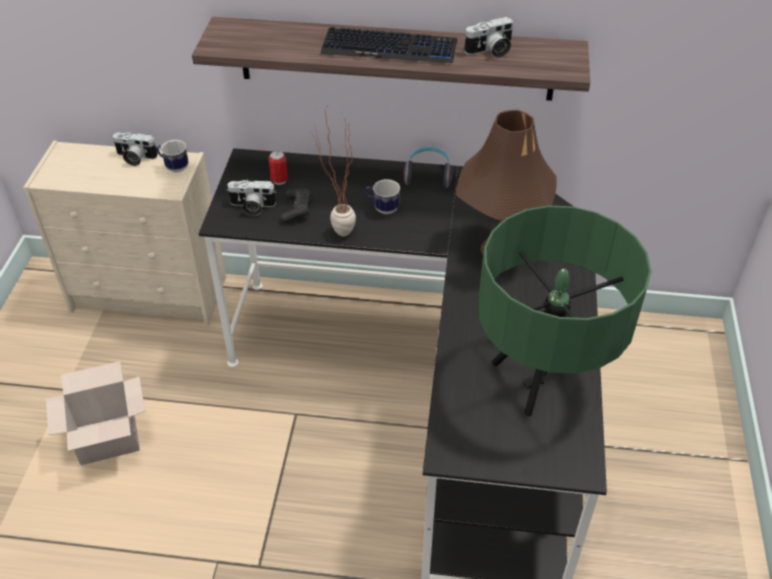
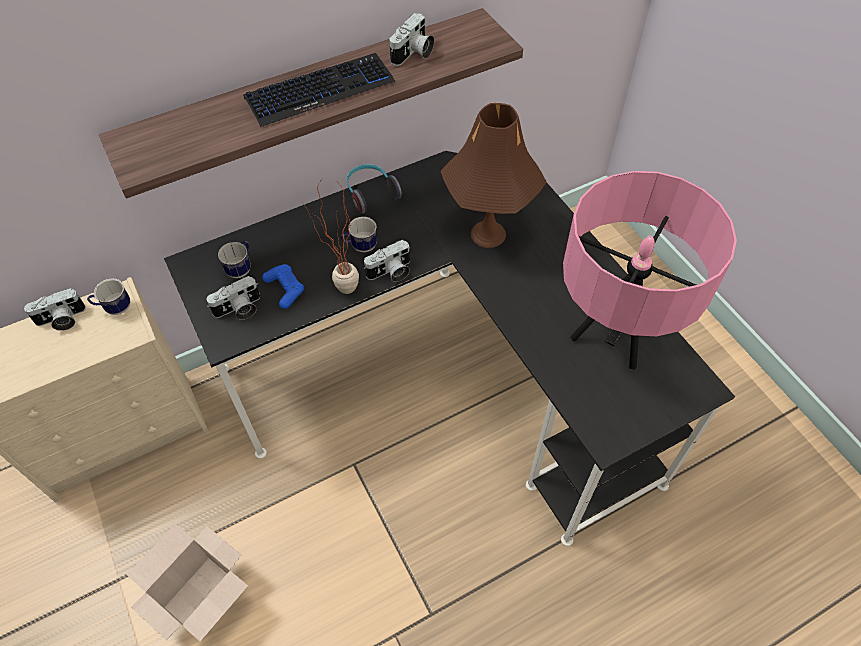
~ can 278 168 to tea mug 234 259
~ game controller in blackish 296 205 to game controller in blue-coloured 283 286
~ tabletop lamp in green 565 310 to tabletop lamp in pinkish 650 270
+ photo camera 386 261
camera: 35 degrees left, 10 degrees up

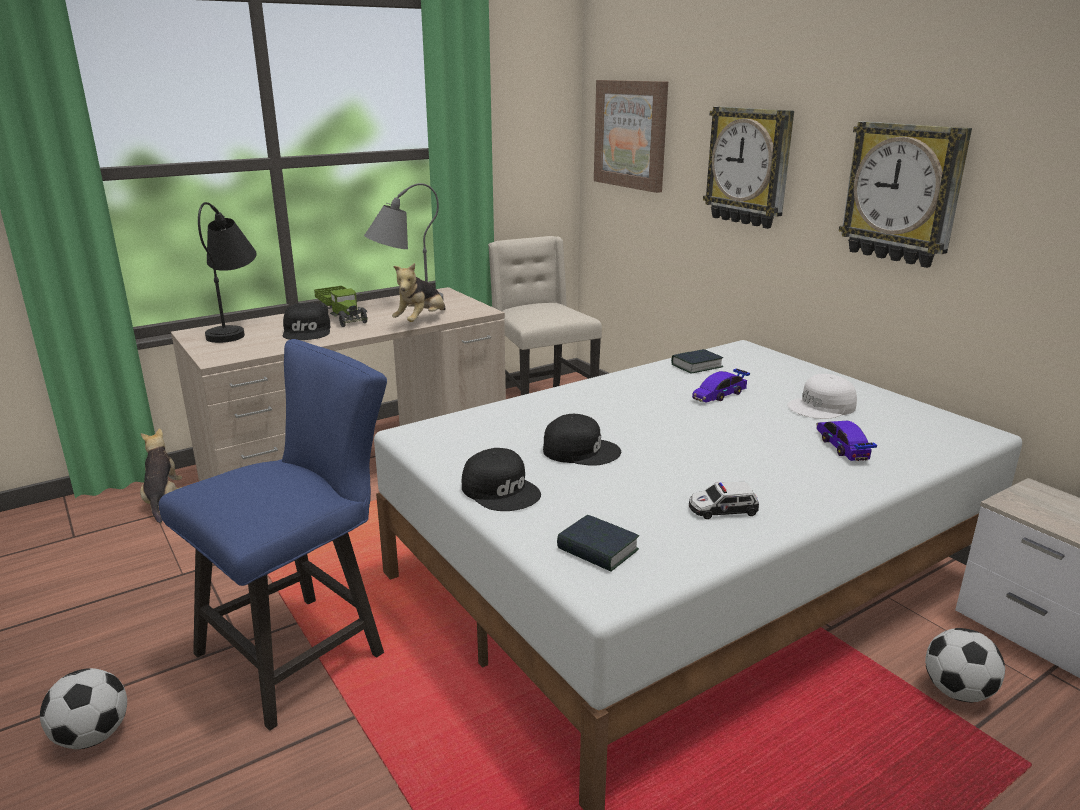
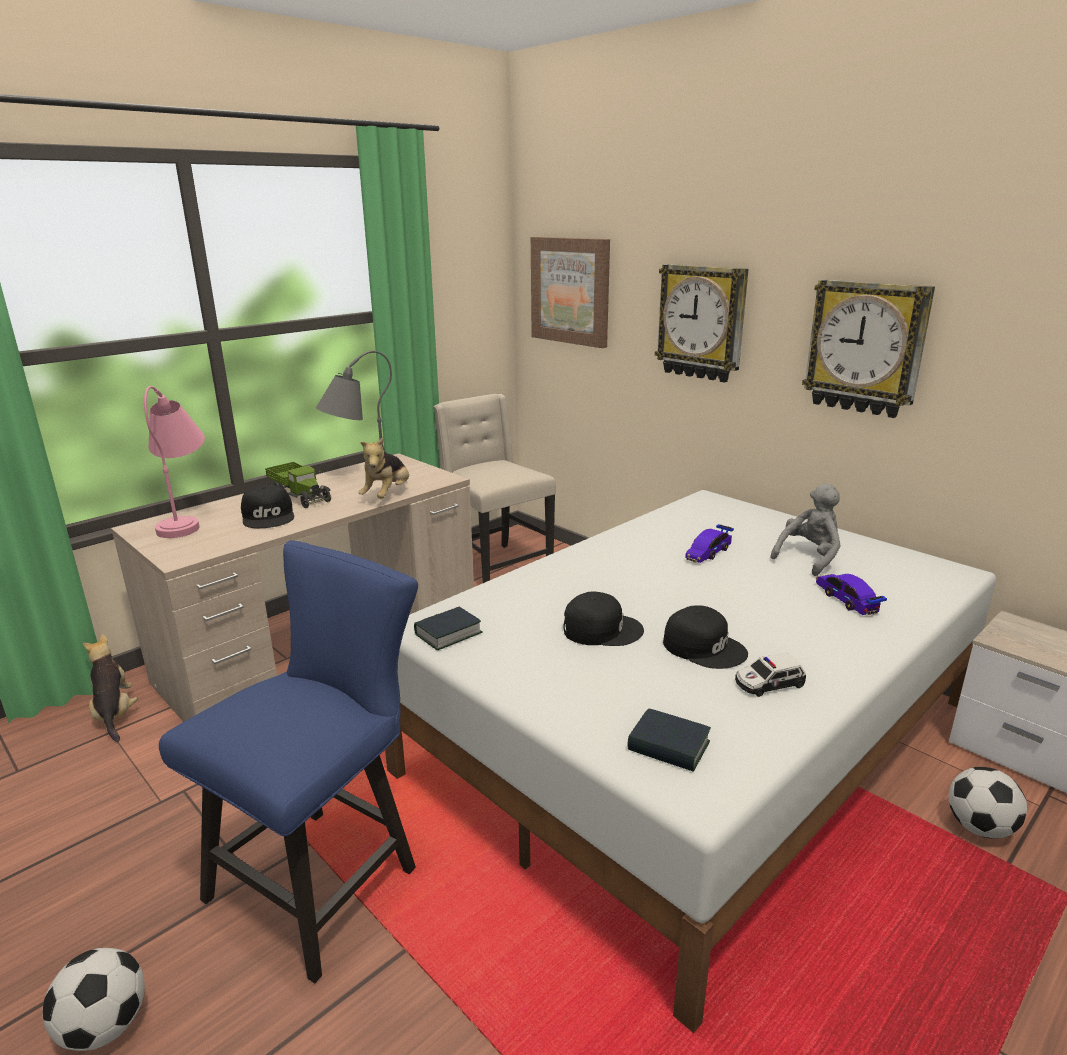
~ tabletop lamp in blackish 227 272 to tabletop lamp in pinkish 174 462
~ volume 697 361 to 448 628
~ baseball cap in white-coloured 822 396 to soft toy in grey 805 529
~ baseball cap in blackish 501 479 to 705 637
camera: 10 degrees left, 0 degrees up

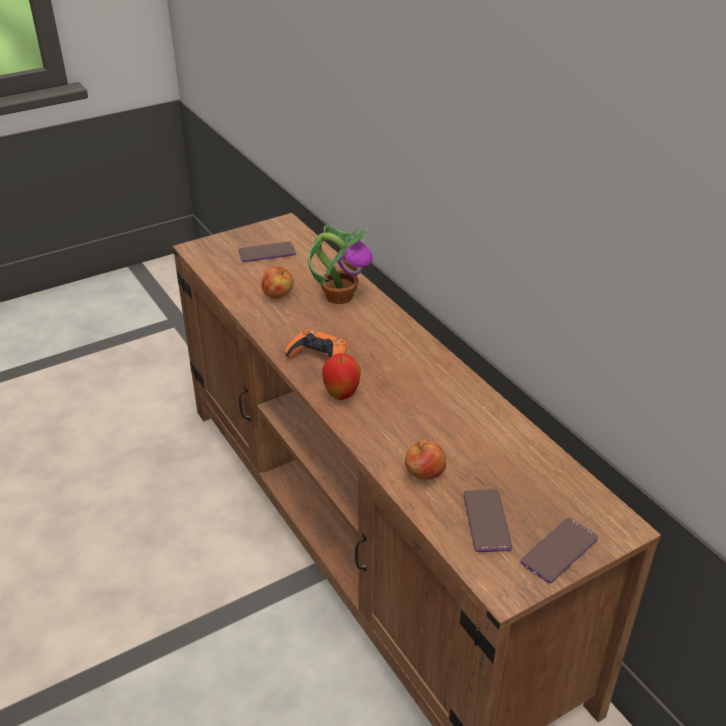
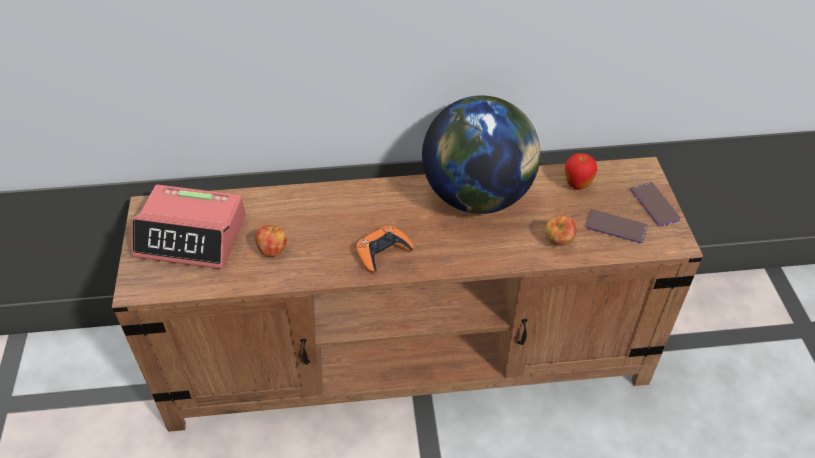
- houseplant 340 264
~ phone 267 252 to bedside clock 188 227
~ apple 341 376 to 581 171
+ globe 481 154
camera: 65 degrees left, 10 degrees up

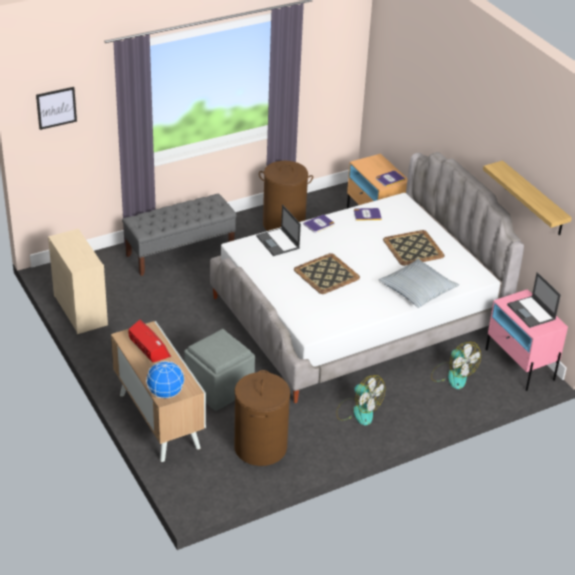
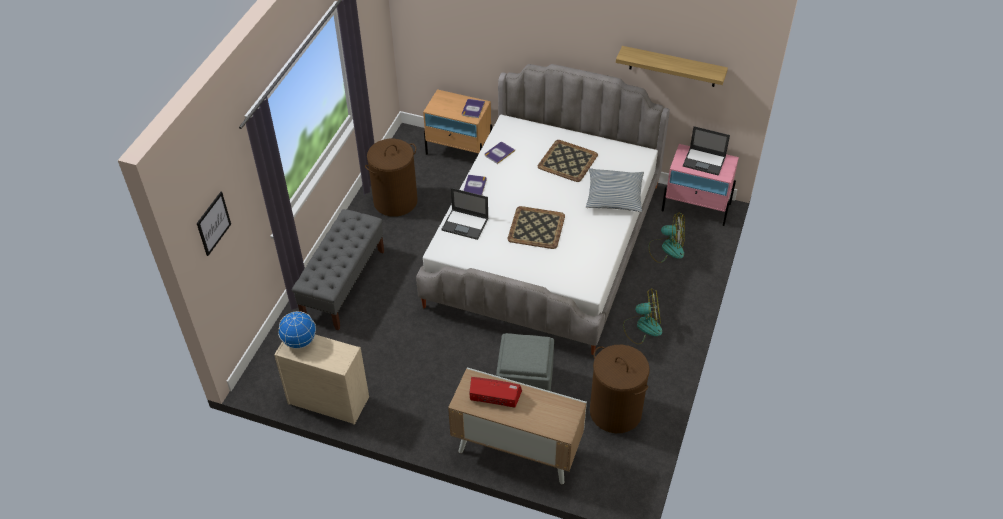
~ globe 165 380 to 297 330
camera: 40 degrees left, 10 degrees up

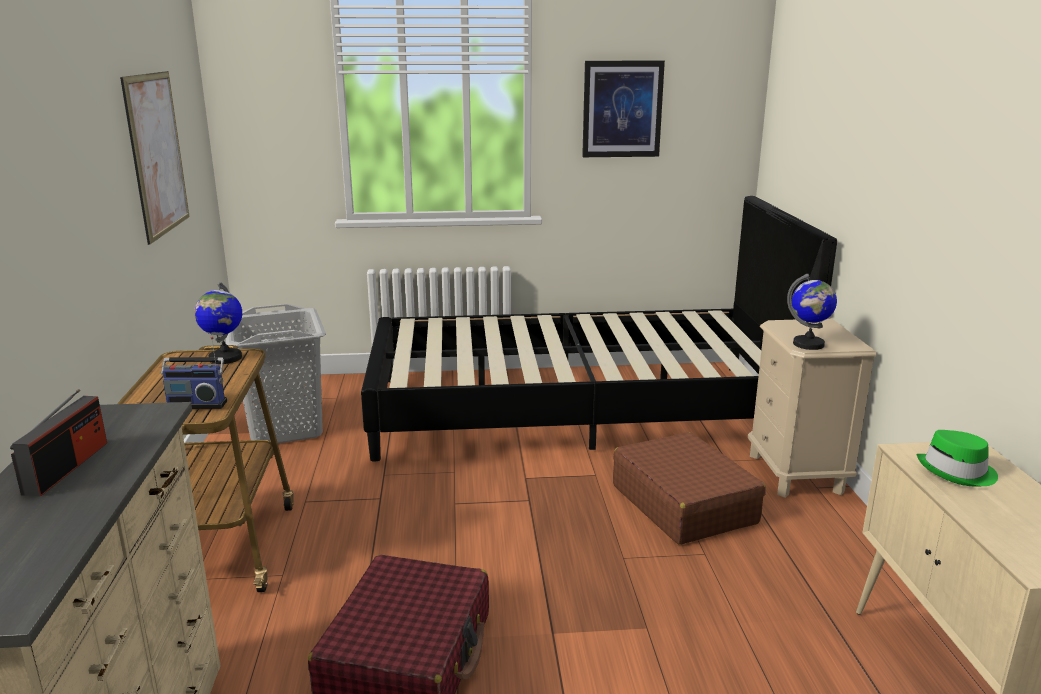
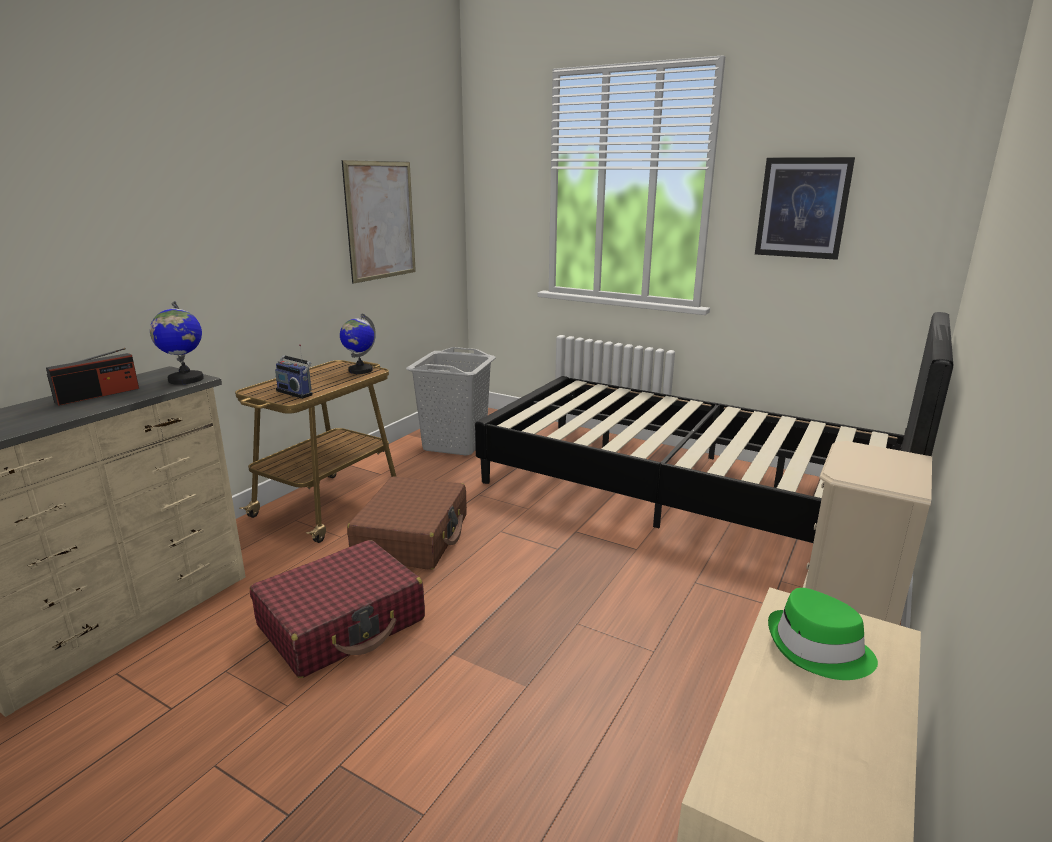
~ globe 812 312 to 177 343
~ travel case in brown 689 488 to 407 523
camera: 35 degrees right, 0 degrees up

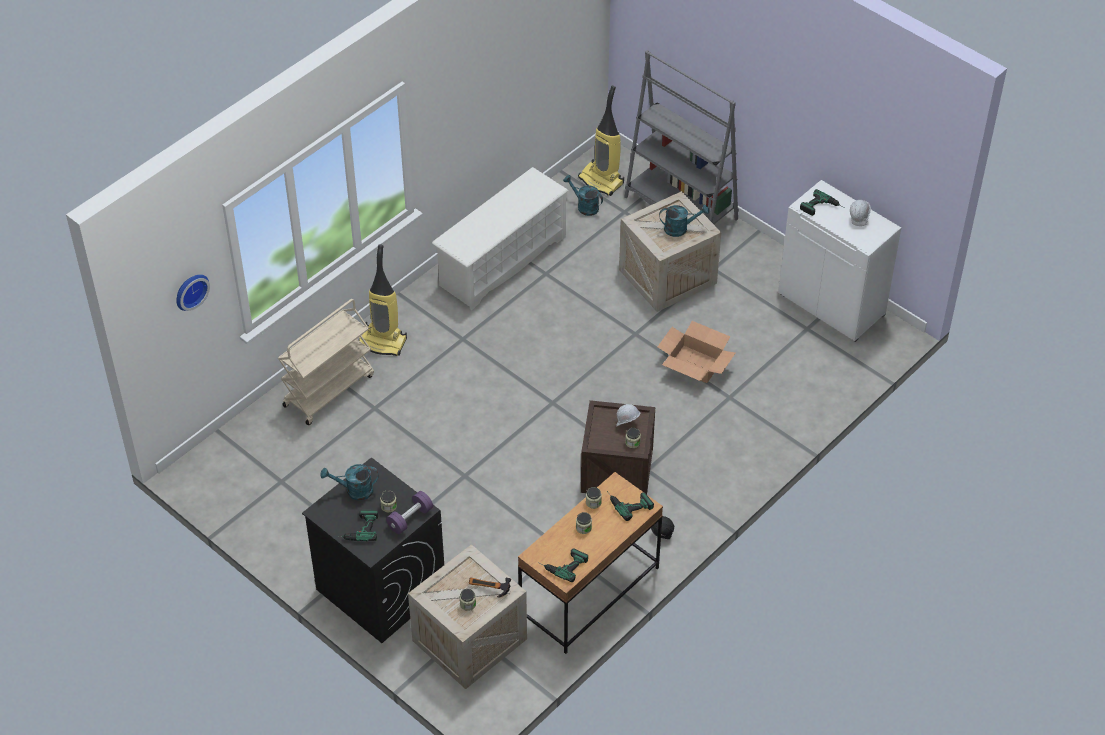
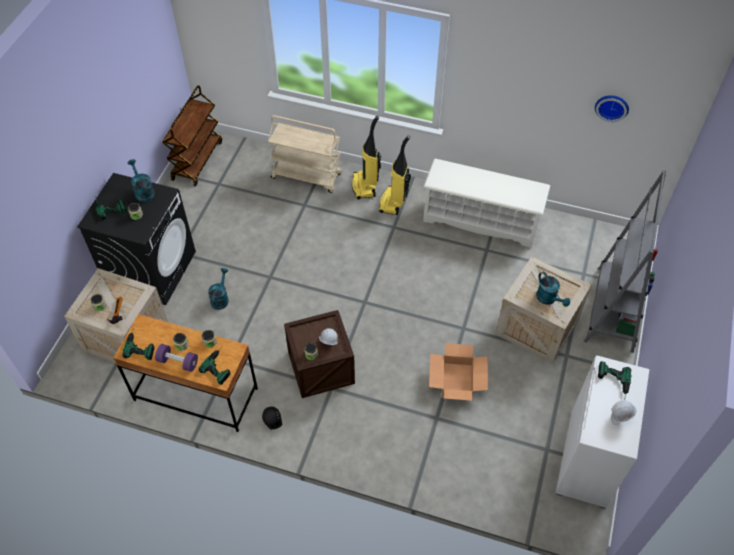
~ hoover 601 140 to 395 175
~ sprinkling can in turquoise 583 195 to 218 289
~ clock on the wall 193 293 to 612 108
~ dumbbell in purple 409 512 to 176 358
+ trolley in brown 192 136
camera: 65 degrees right, 5 degrees up

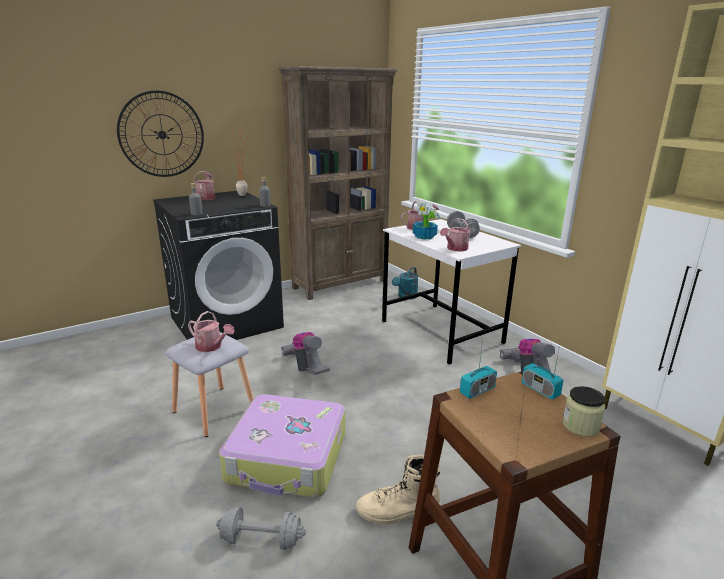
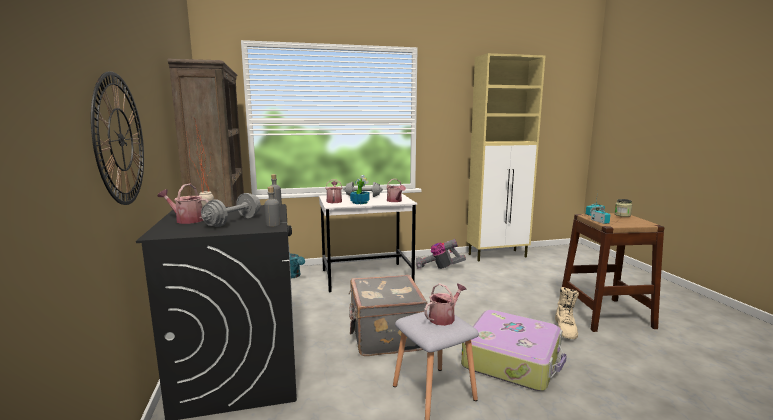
~ hoover 305 353 to travel case in grey 388 315
~ dumbbell in grey 261 528 to 231 210
camera: 70 degrees left, 10 degrees down

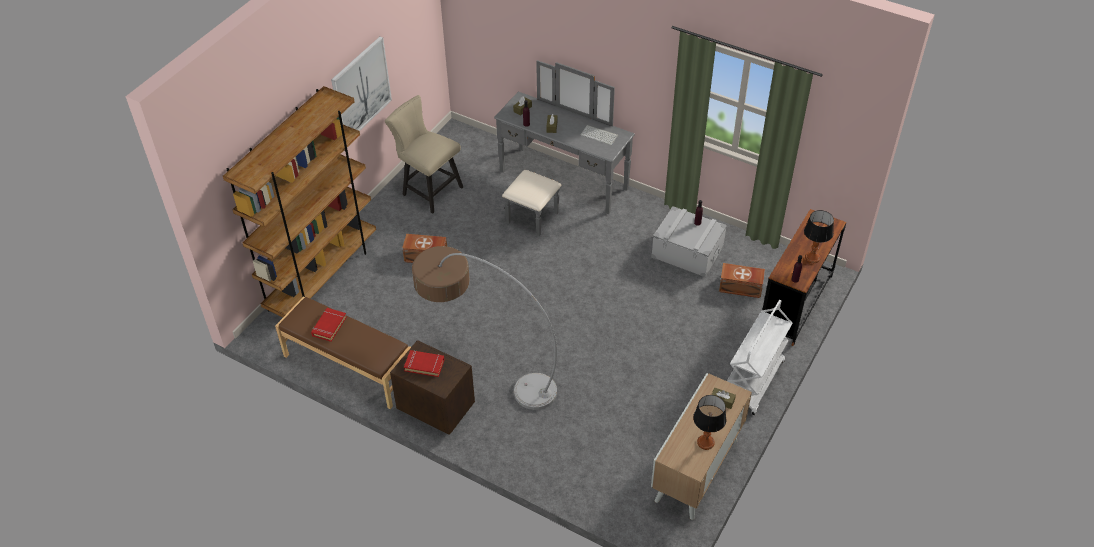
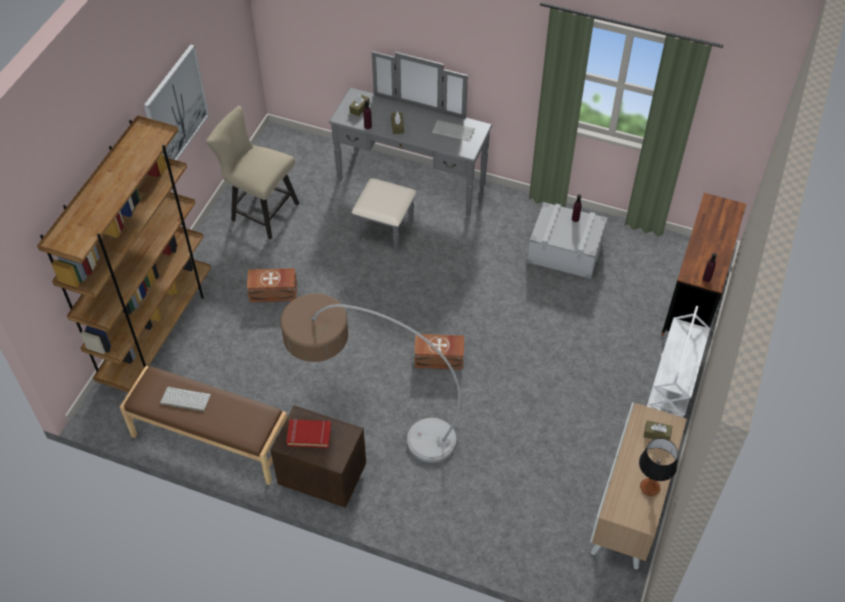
- tabletop lamp 819 236
~ storage container in brown 742 280 to 439 352
~ volume in reddish 329 325 to keyboard 185 399
camera: 10 degrees left, 5 degrees up

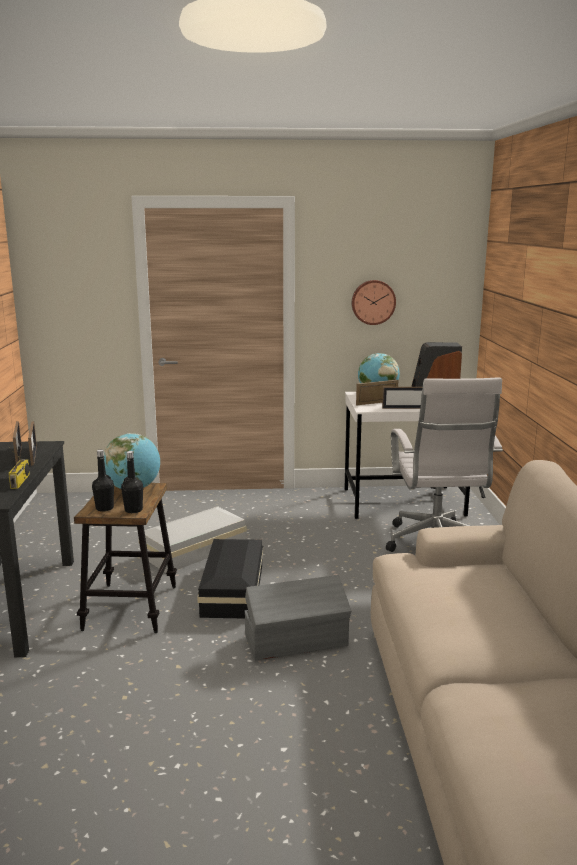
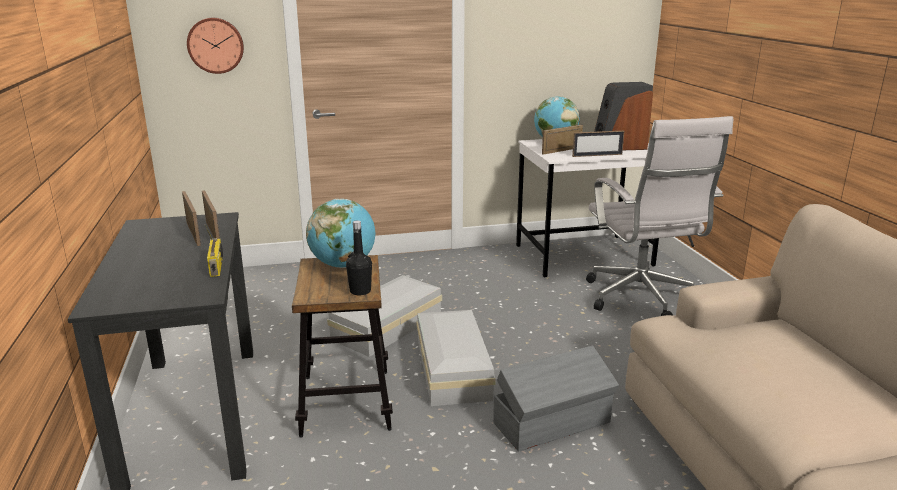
~ clock on the wall 374 302 to 215 46
- bottle in blackish 103 481
~ storage container in blackish 230 579 to storage container in white-coloured 456 358
camera: 10 degrees left, 5 degrees up

